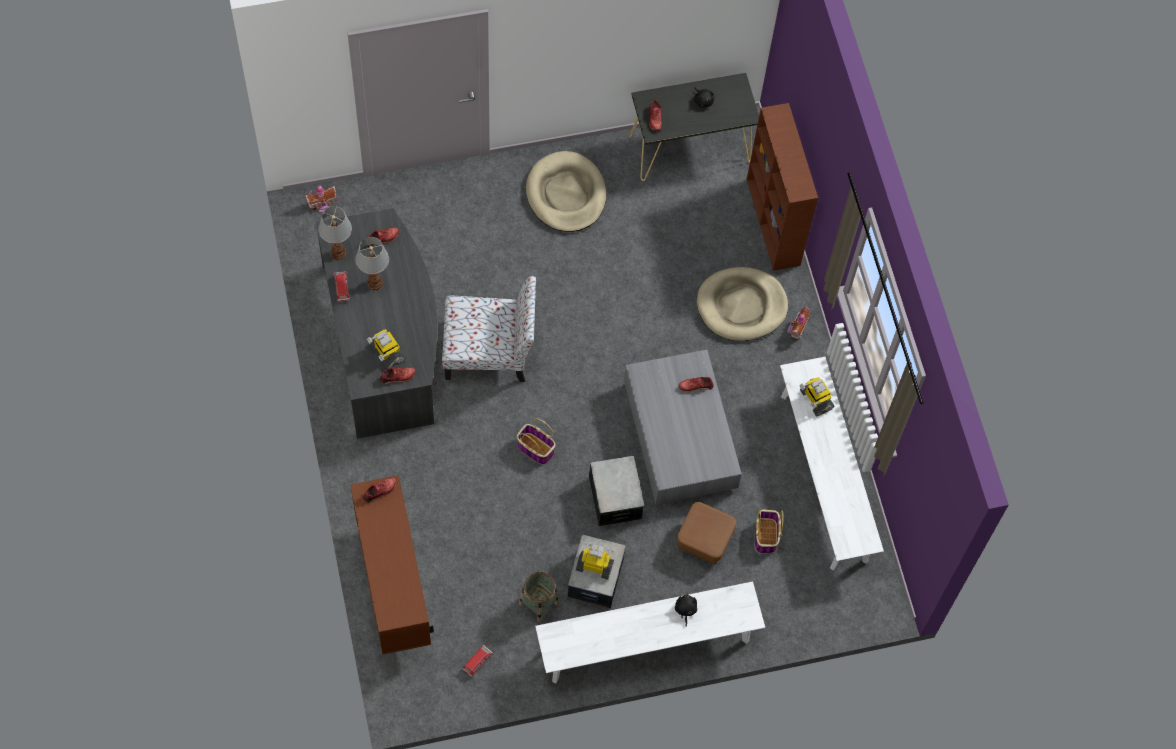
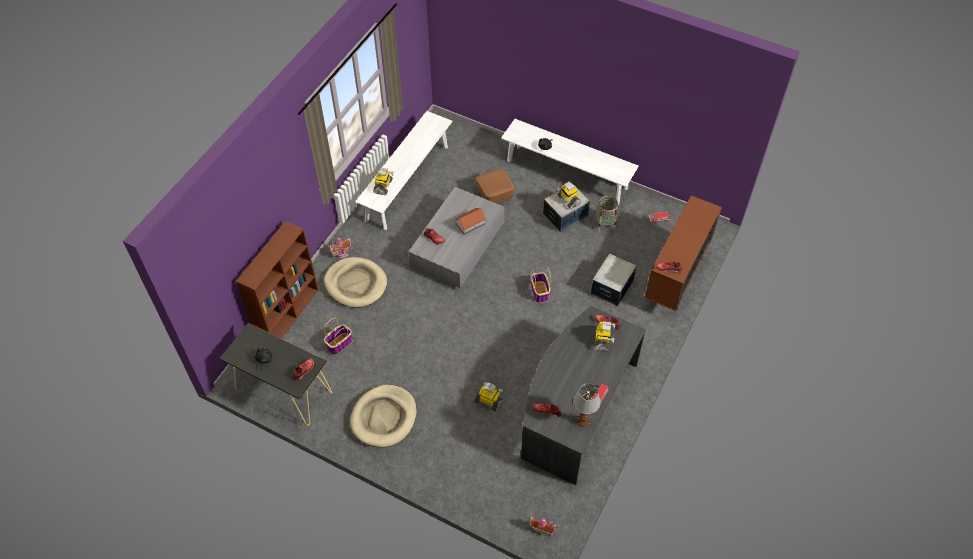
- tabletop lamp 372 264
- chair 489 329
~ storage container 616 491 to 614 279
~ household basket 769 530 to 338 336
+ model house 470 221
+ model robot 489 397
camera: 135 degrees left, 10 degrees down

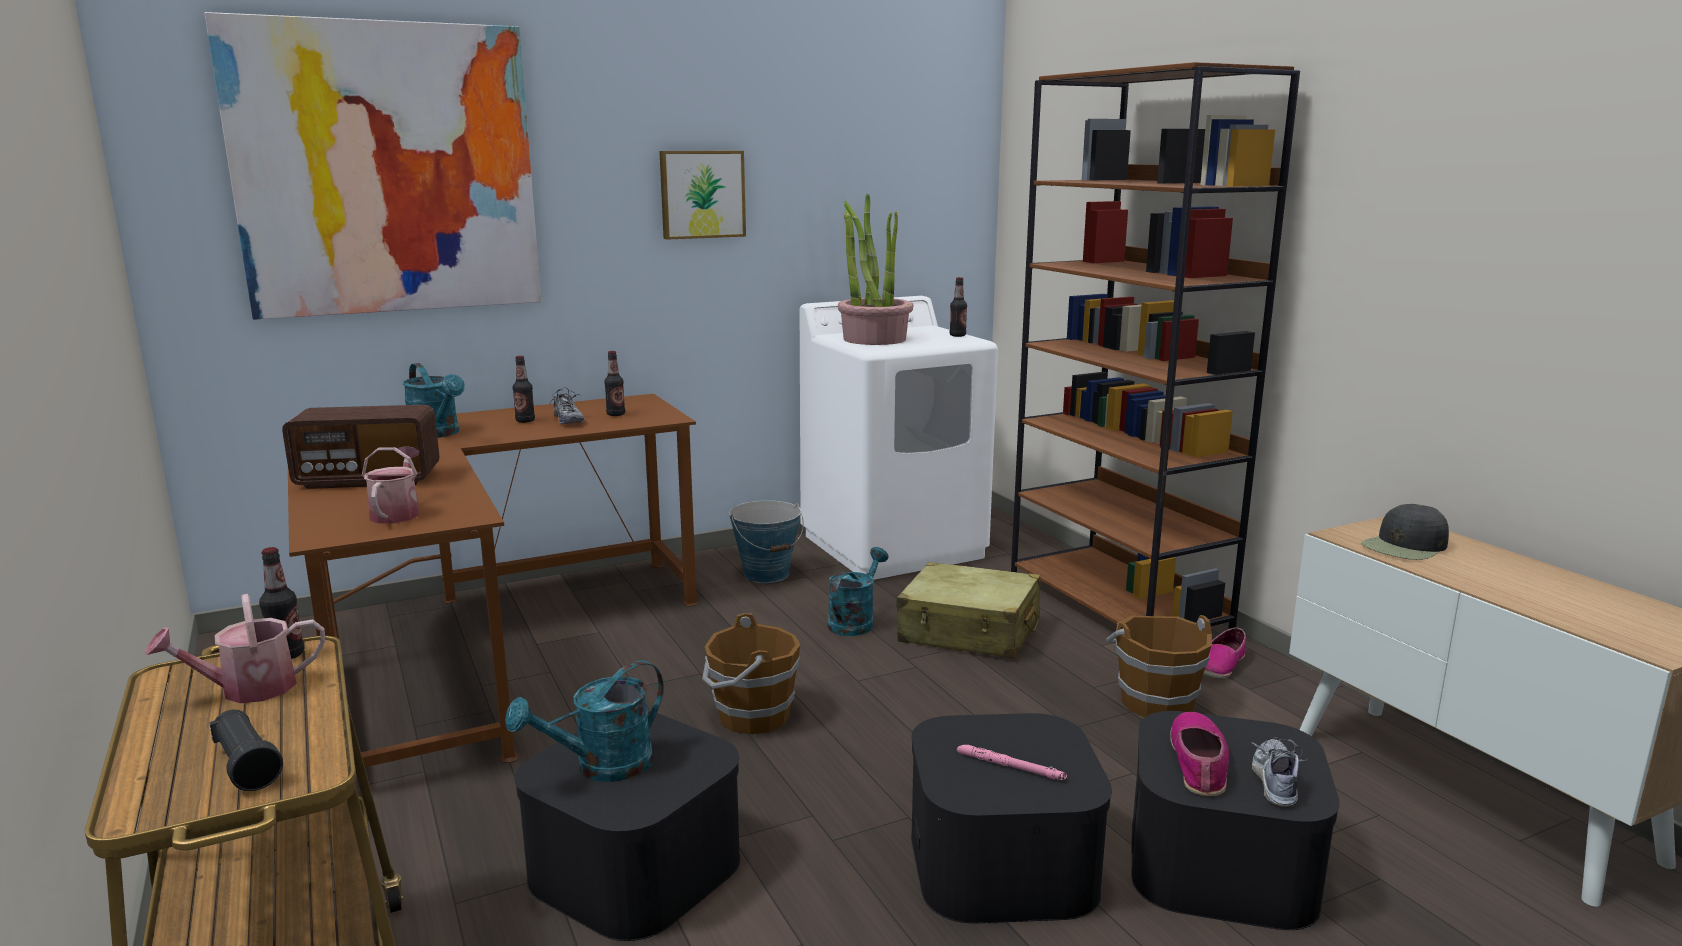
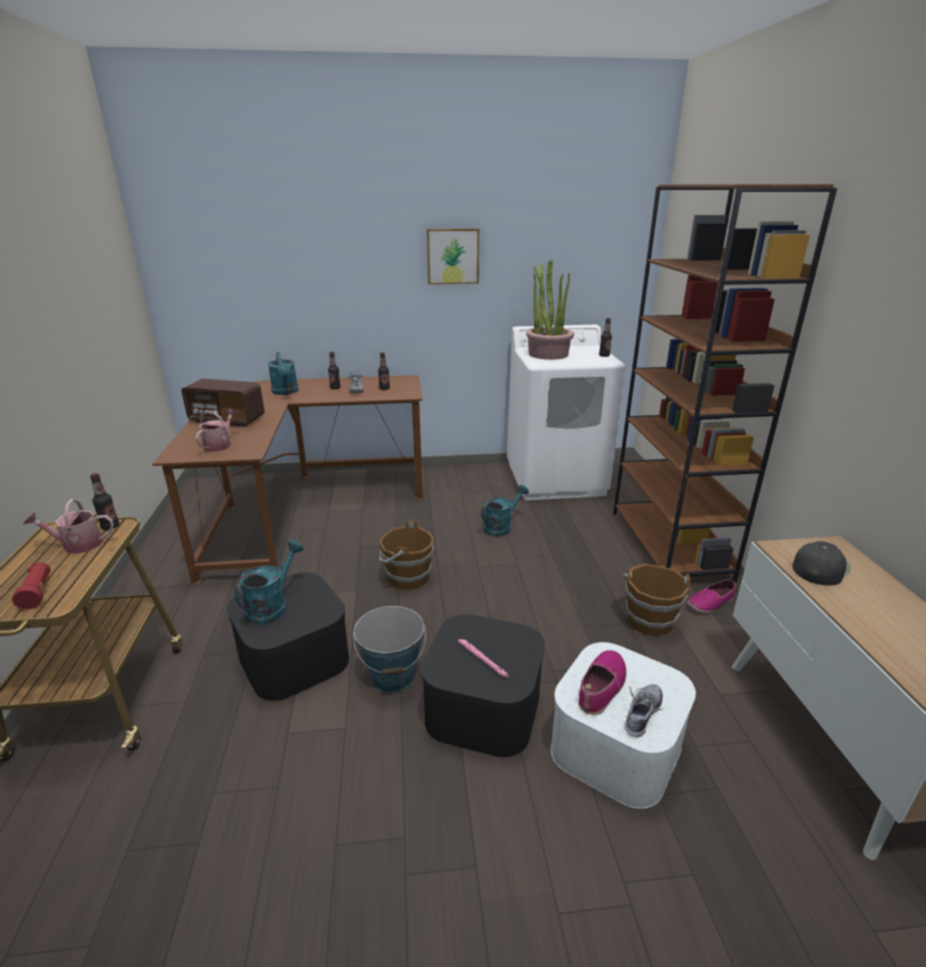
- wall art 372 166
~ pail 766 541 to 389 649
~ baseball cap in blackish 1405 532 = 821 563 150 degrees clockwise
- travel case in beige 968 610
~ sprinkling can in turquoise 584 721 = 268 582 135 degrees clockwise
~ flashlight in blackish 246 750 to flashlight in reddish 31 586
~ storage container in blackish 1235 820 to storage container in white-coloured 623 725
camera: 20 degrees right, 10 degrees up

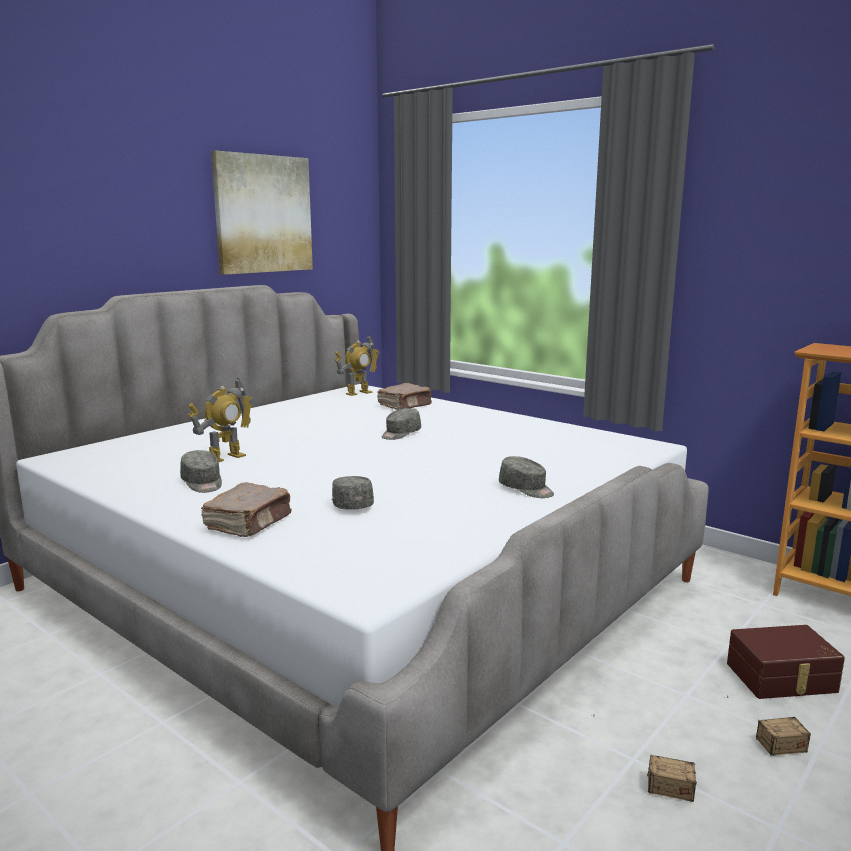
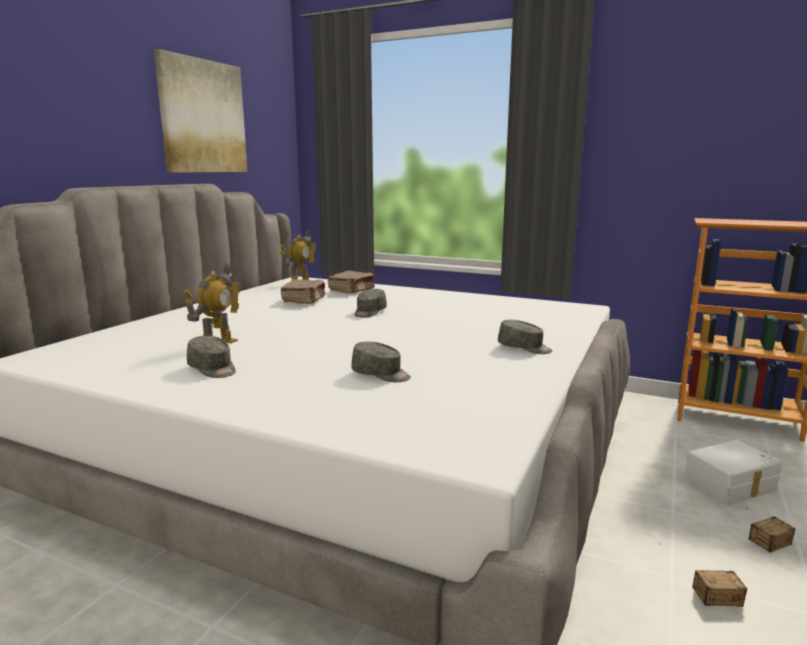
~ baseball cap in grey 353 493 = 381 361 150 degrees clockwise
~ volume in brown 246 509 to 303 291
~ storage container in brown 786 662 to storage container in white-coloured 733 473
camera: 15 degrees left, 0 degrees up

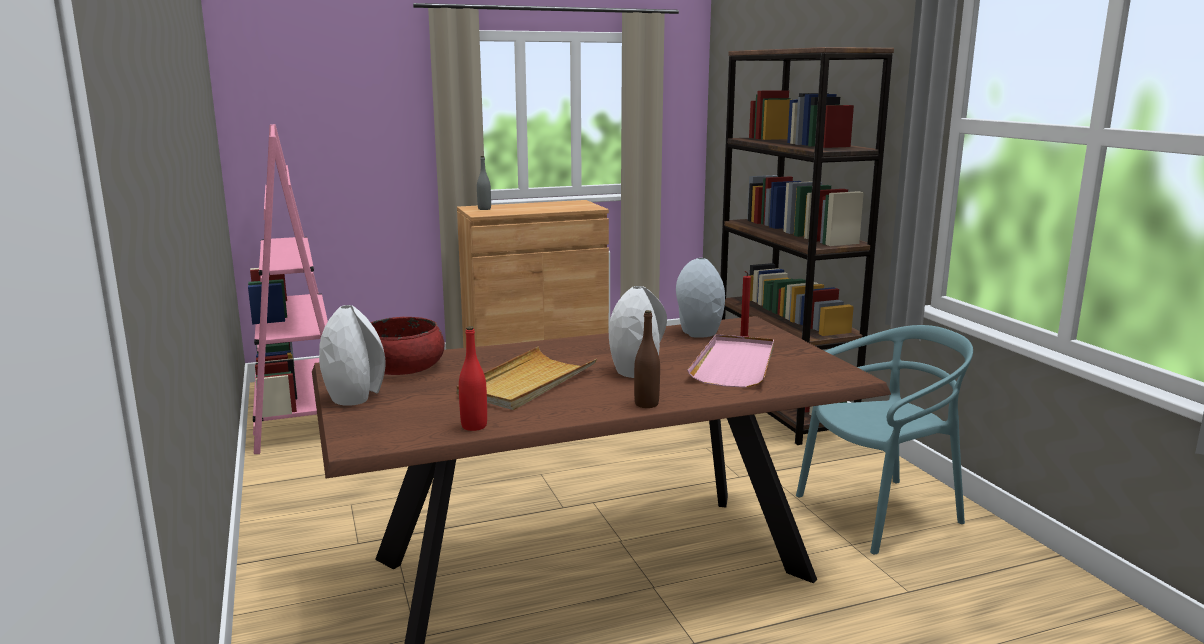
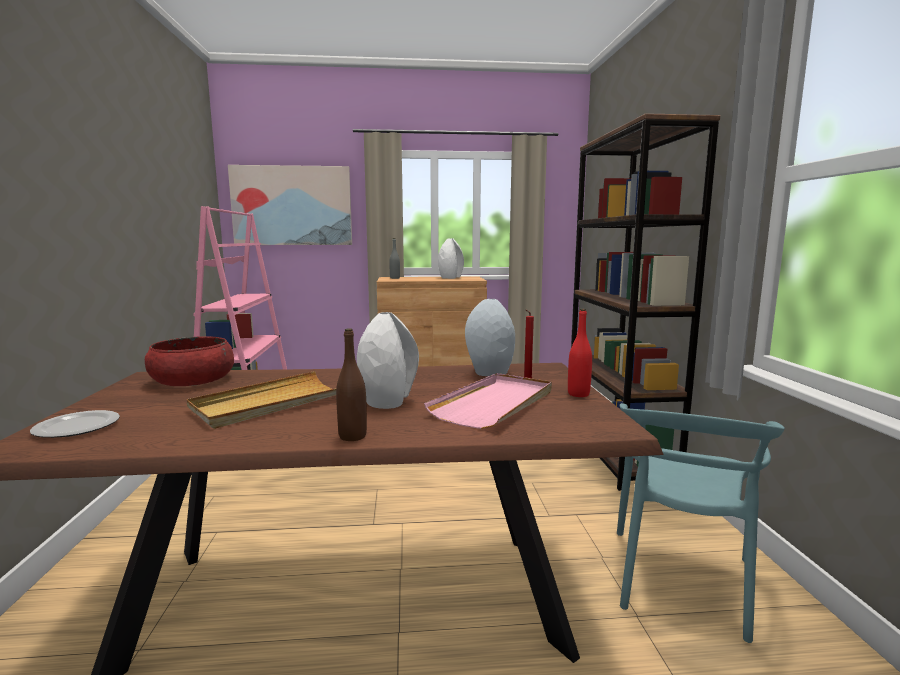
~ flower vase in white-coloured 352 355 to 451 258
~ chair in turquoise 884 439 = 701 523 120 degrees clockwise
~ bottle in reddish 473 378 to 580 353
+ wall art 290 205
+ dinner plate 75 424
camera: 15 degrees right, 5 degrees down

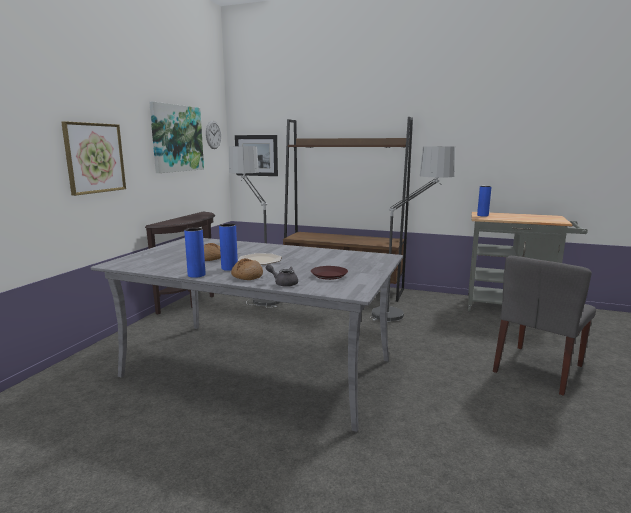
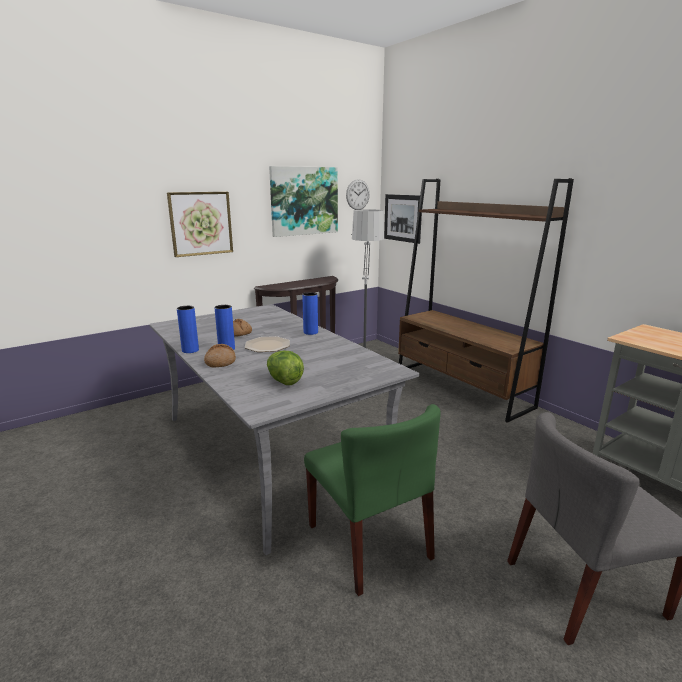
- floor lamp 412 234
~ flower vase in blue-coloured 484 201 to 310 313
- tea pot in grey 282 275
~ dinner plate in brown 329 273 to lettuce head 285 368
+ chair in green 372 500
camera: 35 degrees right, 5 degrees up

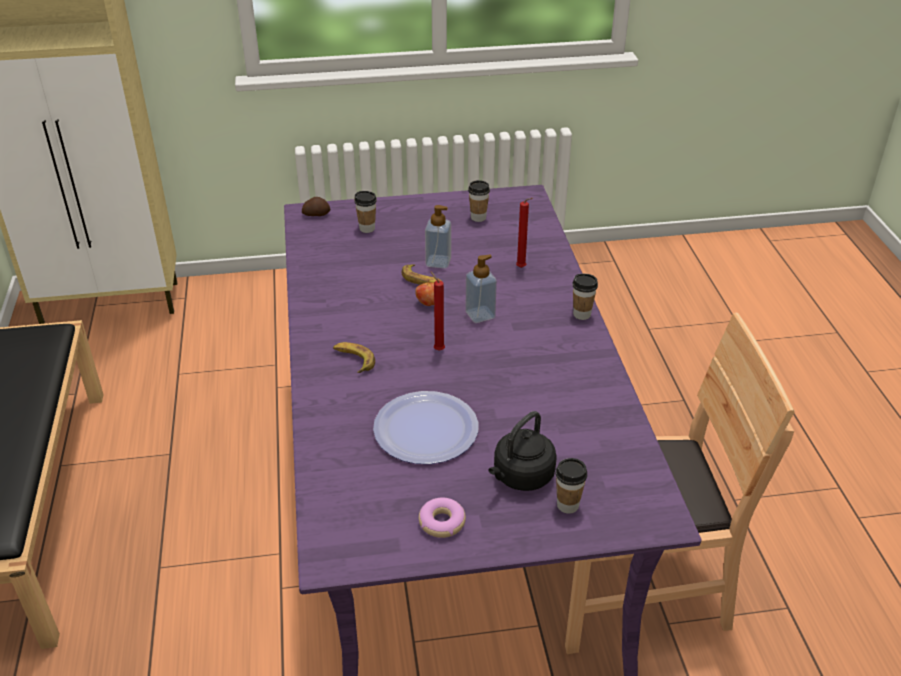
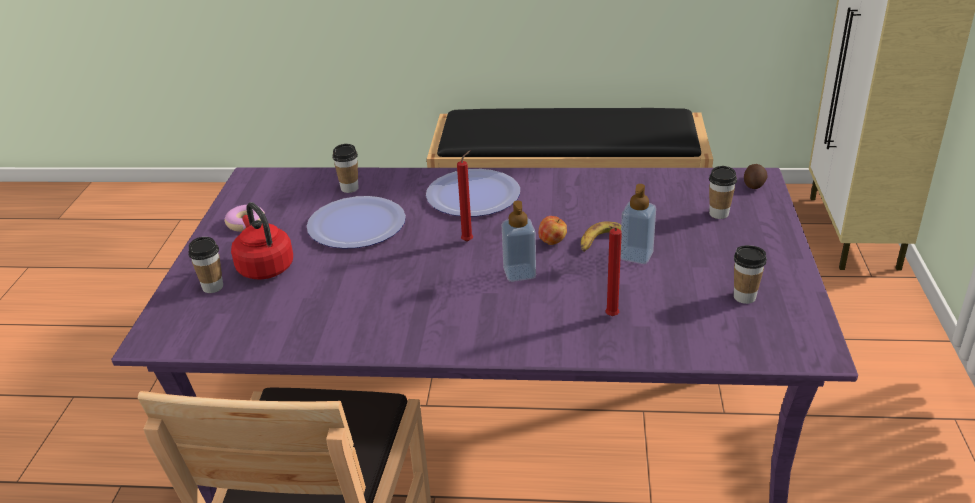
~ cup 585 297 to 345 168
~ whole banana 354 357 to dinner plate 473 193
~ tea kettle in blackish 523 451 to tea kettle in reddish 262 241
camera: 105 degrees right, 5 degrees down

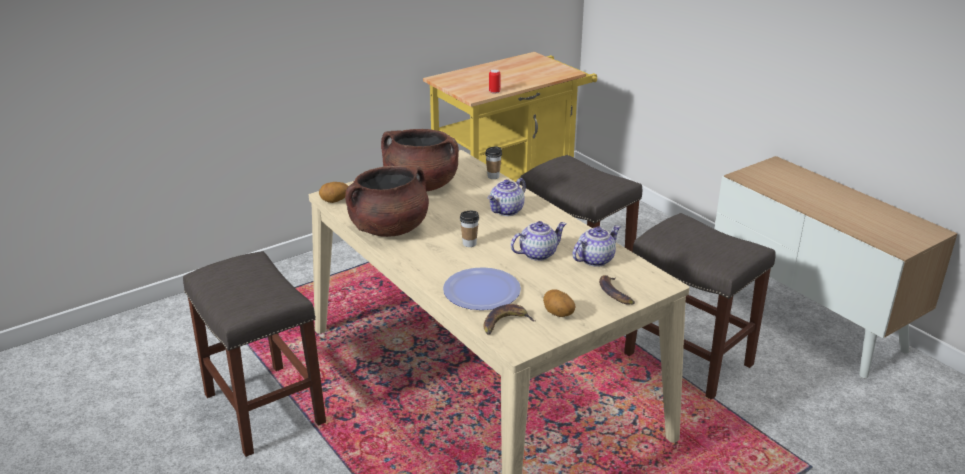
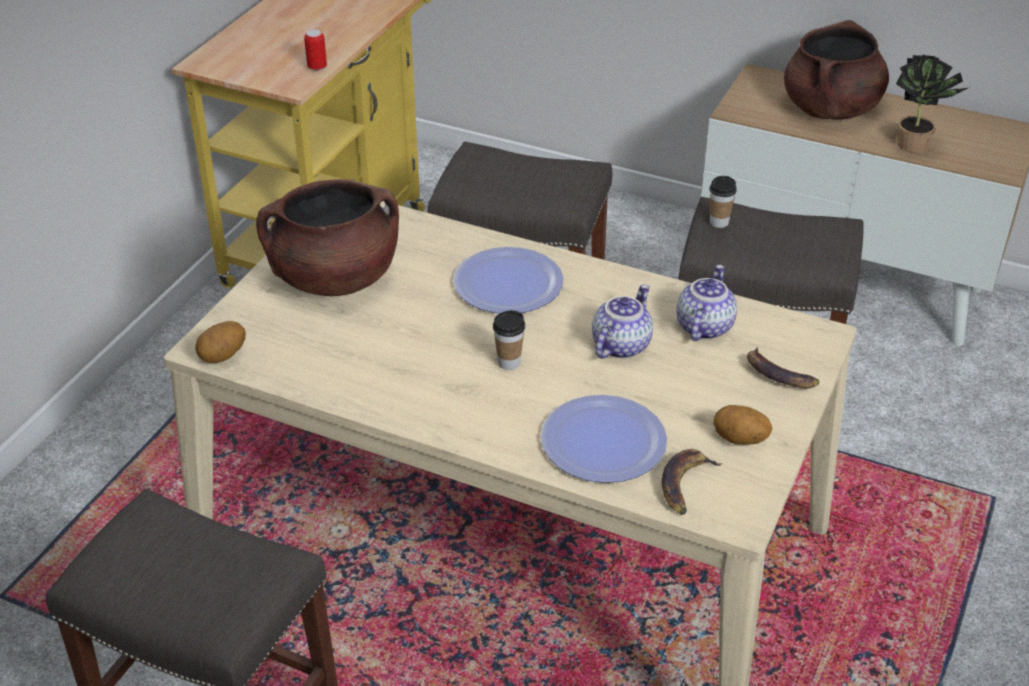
~ cup 493 162 to 723 202
~ cooking pot in brown 387 201 to 836 70
~ tea pot 506 197 to dinner plate 508 280
+ houseplant 932 104
camera: 30 degrees left, 10 degrees up

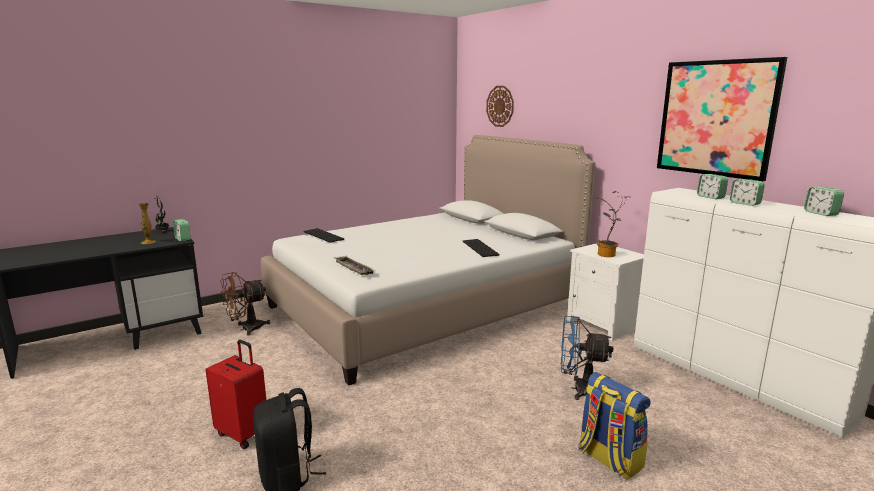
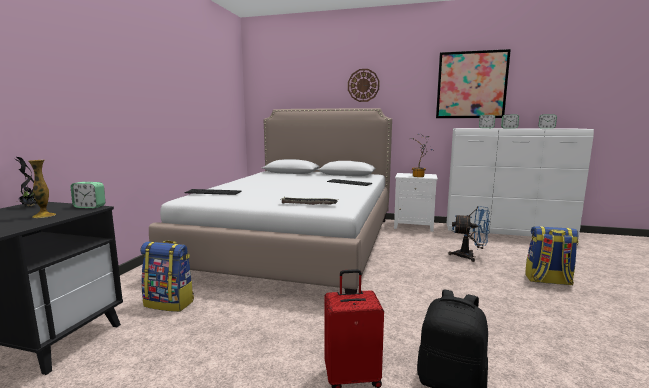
~ clock on the wall 500 106 to 364 85
~ fan in brown 245 304 to backpack 167 276
~ fan in blue-coloured 587 358 = 469 234 135 degrees counterclockwise
camera: 40 degrees left, 5 degrees down

